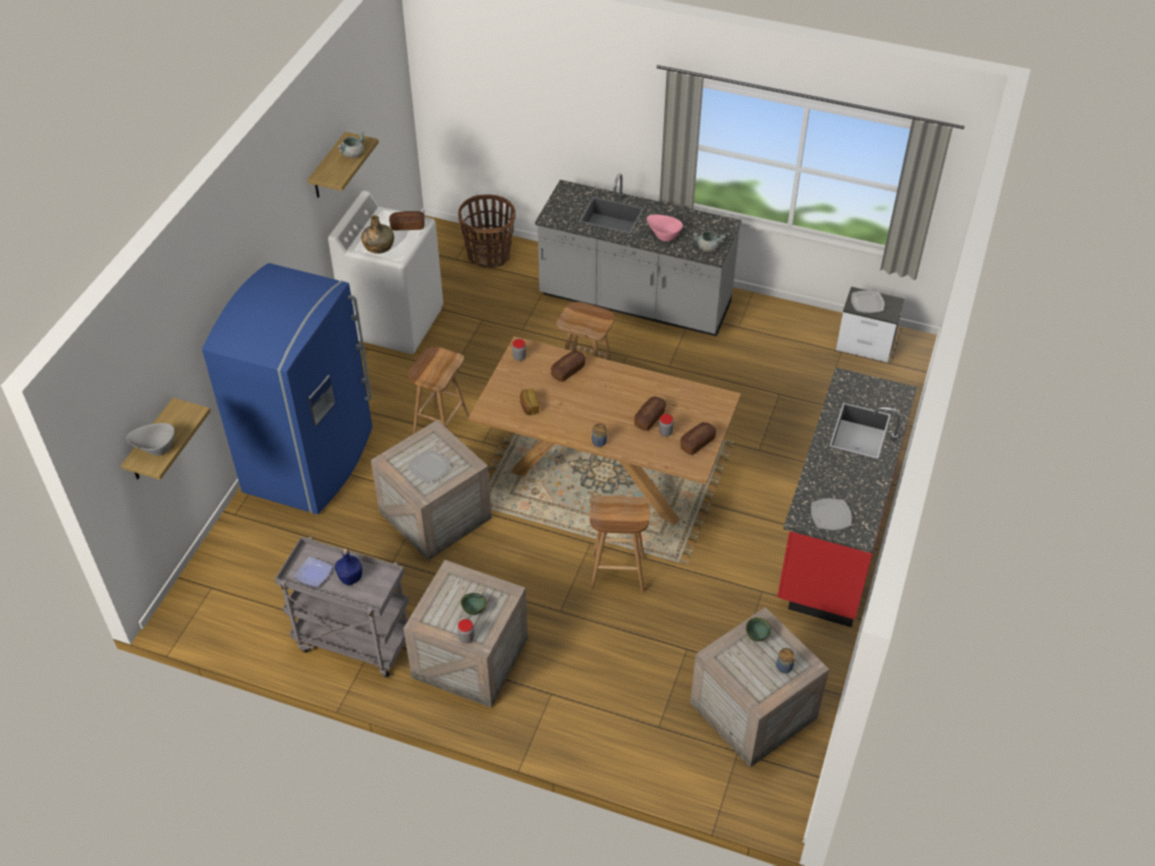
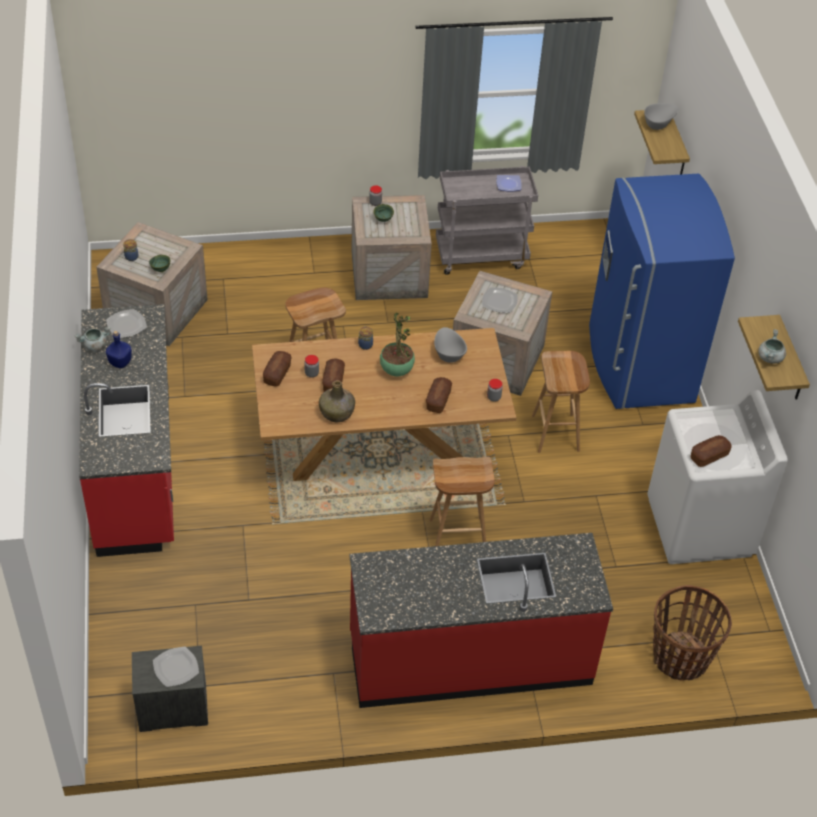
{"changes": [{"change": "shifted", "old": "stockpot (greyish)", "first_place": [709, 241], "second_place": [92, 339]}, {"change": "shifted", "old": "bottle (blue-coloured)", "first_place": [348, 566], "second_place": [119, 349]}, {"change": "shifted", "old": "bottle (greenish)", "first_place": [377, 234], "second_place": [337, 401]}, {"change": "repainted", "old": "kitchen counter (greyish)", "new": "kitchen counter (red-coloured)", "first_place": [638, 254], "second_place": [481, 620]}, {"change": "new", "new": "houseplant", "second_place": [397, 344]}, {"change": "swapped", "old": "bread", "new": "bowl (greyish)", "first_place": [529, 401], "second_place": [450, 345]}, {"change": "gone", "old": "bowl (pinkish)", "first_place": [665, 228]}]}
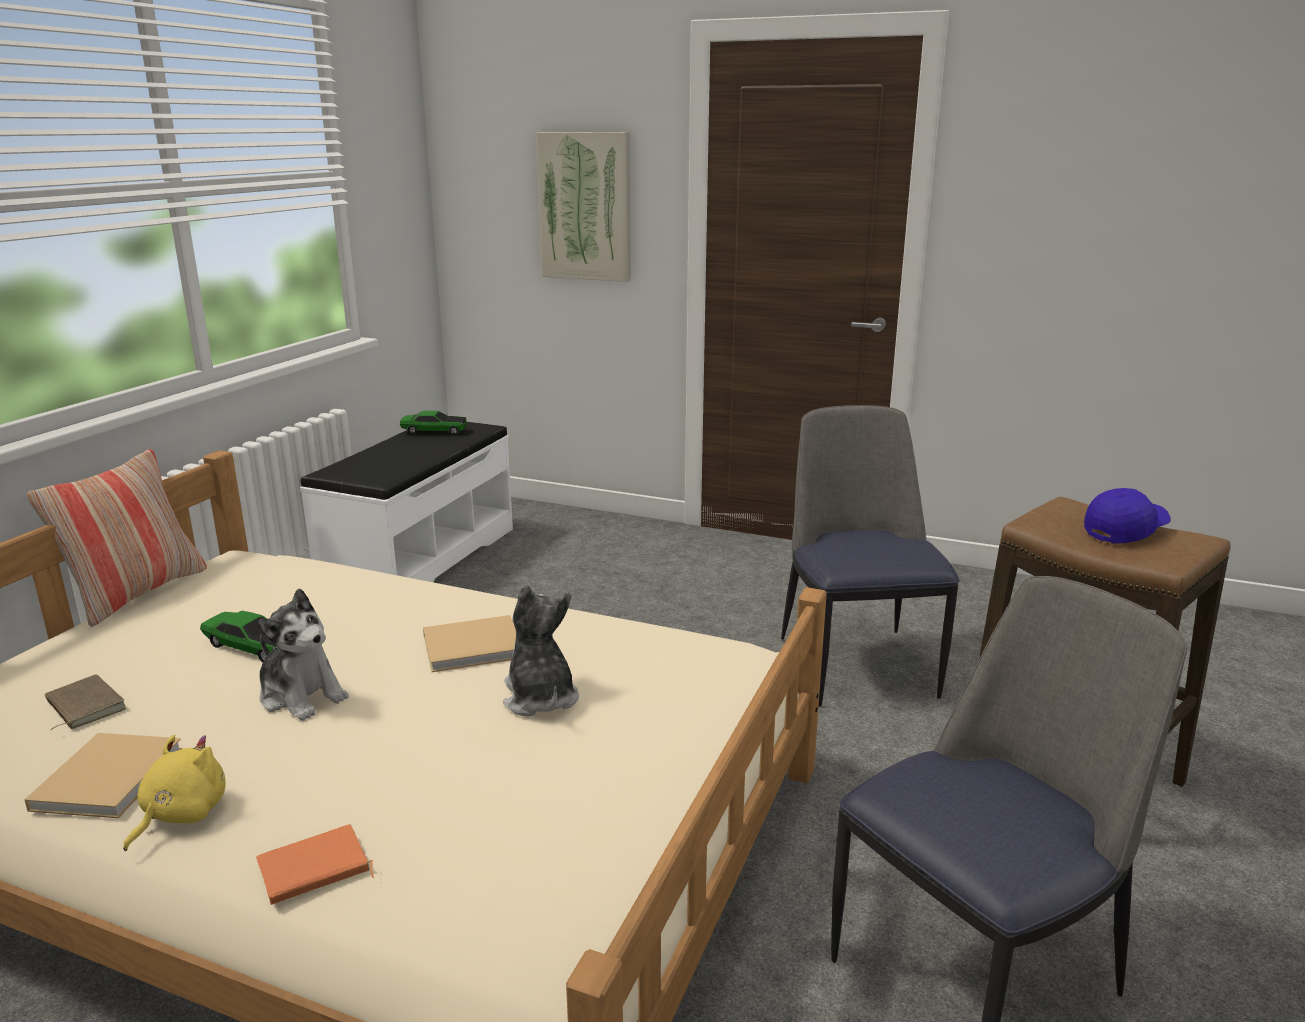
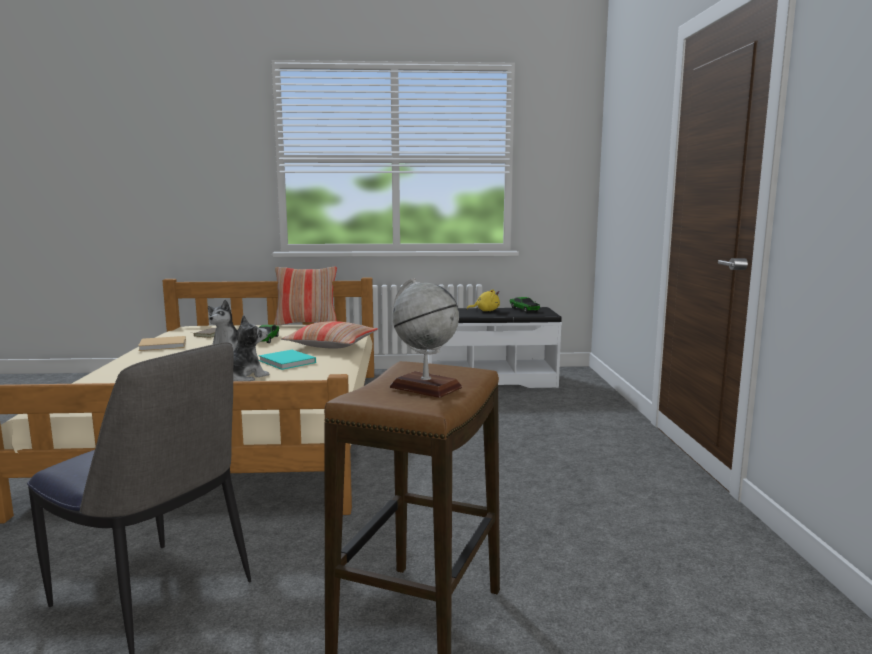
{"changes": [{"change": "repainted", "old": "book (beige-coloured)", "new": "book (turquoise)", "first_place": [469, 643], "second_place": [287, 360]}, {"change": "new", "new": "throw pillow", "second_place": [329, 335]}, {"change": "swapped", "old": "baseball cap (blue-coloured)", "new": "desk globe", "first_place": [1127, 516], "second_place": [426, 338]}, {"change": "shifted", "old": "plush toy (yellow)", "first_place": [174, 793], "second_place": [483, 300]}, {"change": "gone", "old": "book (orange-coloured)", "first_place": [315, 864]}, {"change": "gone", "old": "wall picture", "first_place": [583, 207]}, {"change": "gone", "old": "chair", "first_place": [870, 555]}]}
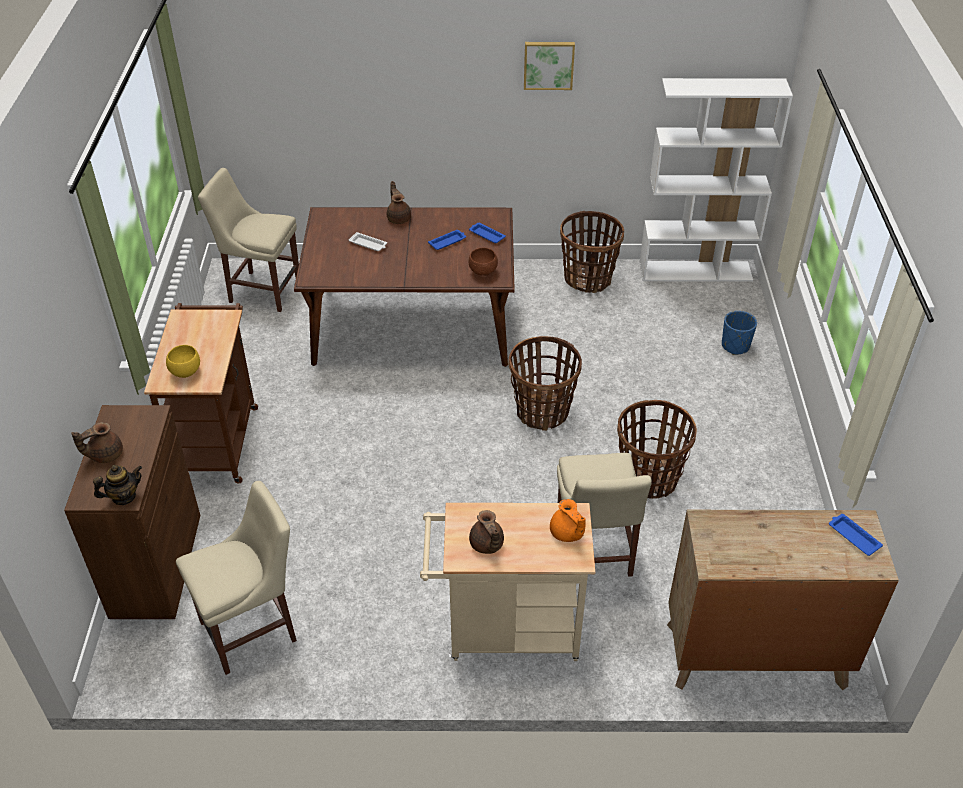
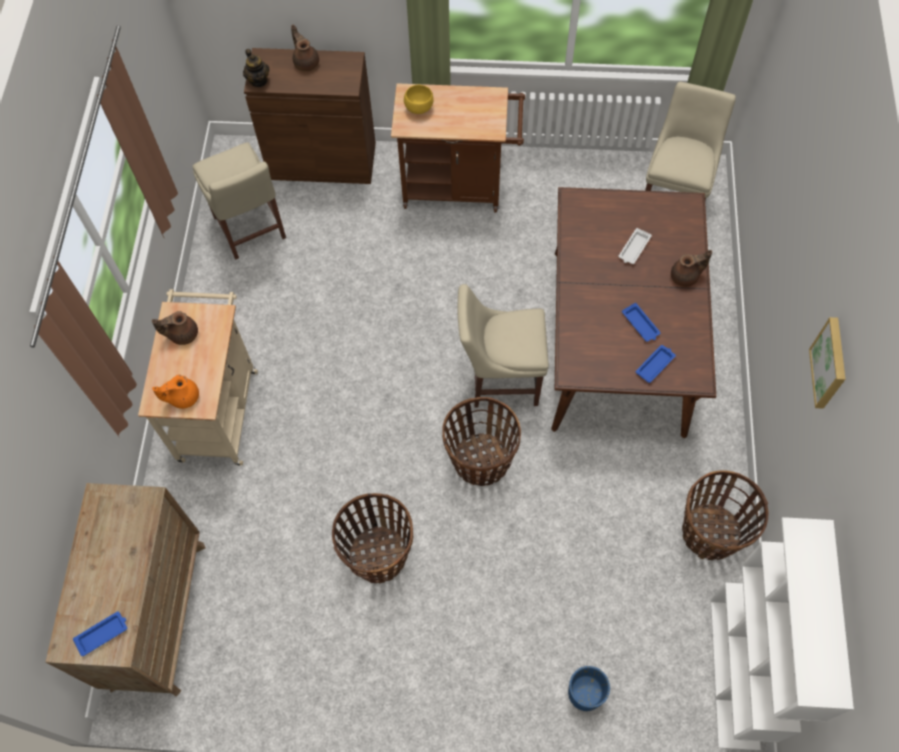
{"changes": [{"change": "shifted", "old": "chair (beige-coloured)", "first_place": [604, 515], "second_place": [503, 346]}, {"change": "gone", "old": "bowl (brown-coloured)", "first_place": [483, 262]}]}
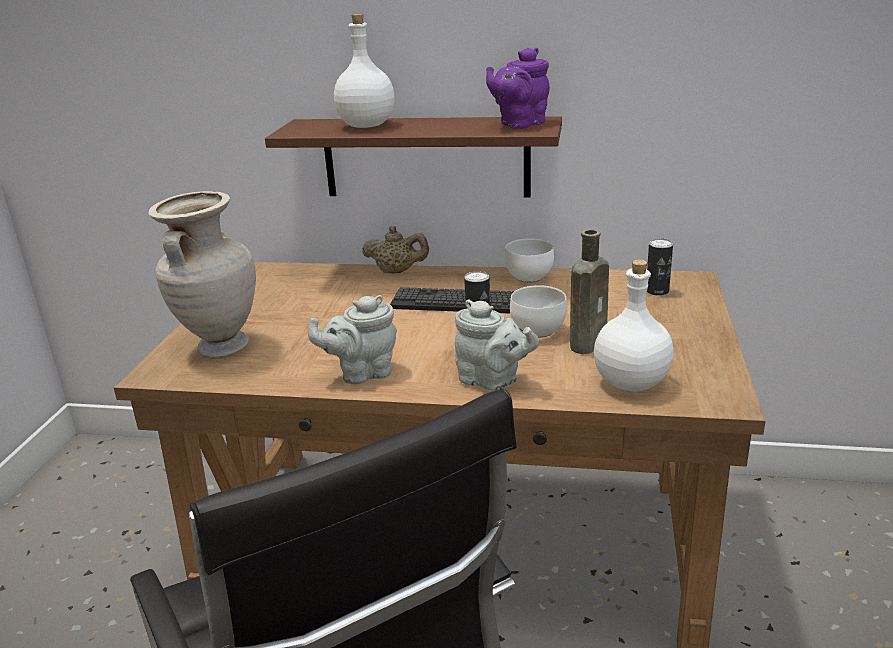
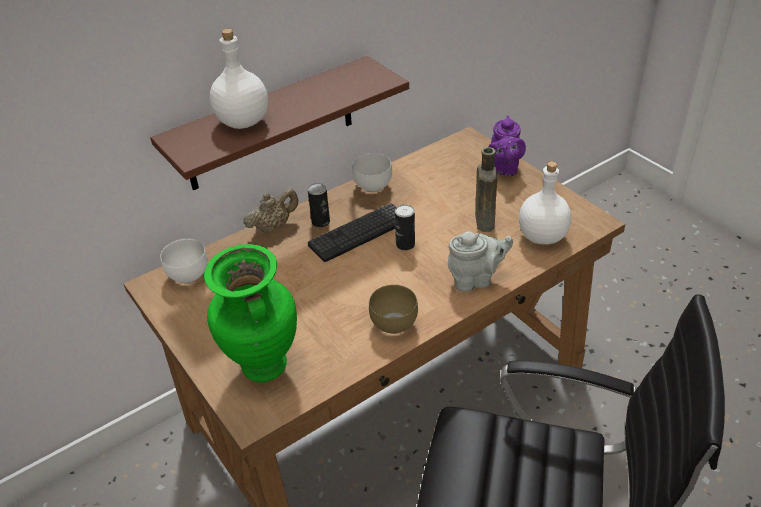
{"changes": [{"change": "shifted", "old": "bowl (white)", "first_place": [538, 311], "second_place": [184, 261]}, {"change": "repainted", "old": "decorative vase (beige-coloured)", "new": "decorative vase (greenish)", "first_place": [202, 275], "second_place": [250, 313]}, {"change": "shifted", "old": "can", "first_place": [660, 267], "second_place": [319, 205]}, {"change": "swapped", "old": "teapot (greyish)", "new": "bowl (brown-coloured)", "first_place": [352, 339], "second_place": [393, 309]}, {"change": "shifted", "old": "teapot (purple-coloured)", "first_place": [518, 88], "second_place": [507, 145]}]}
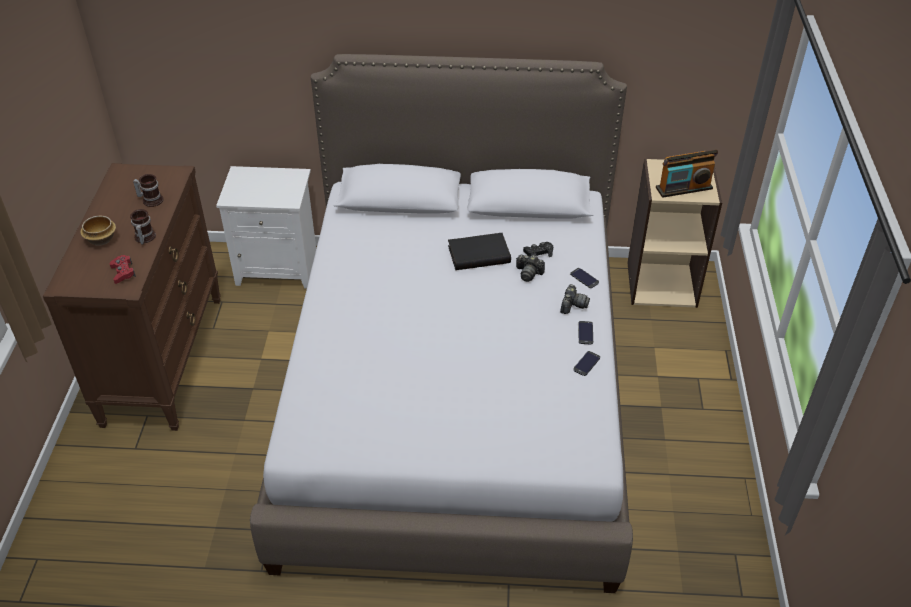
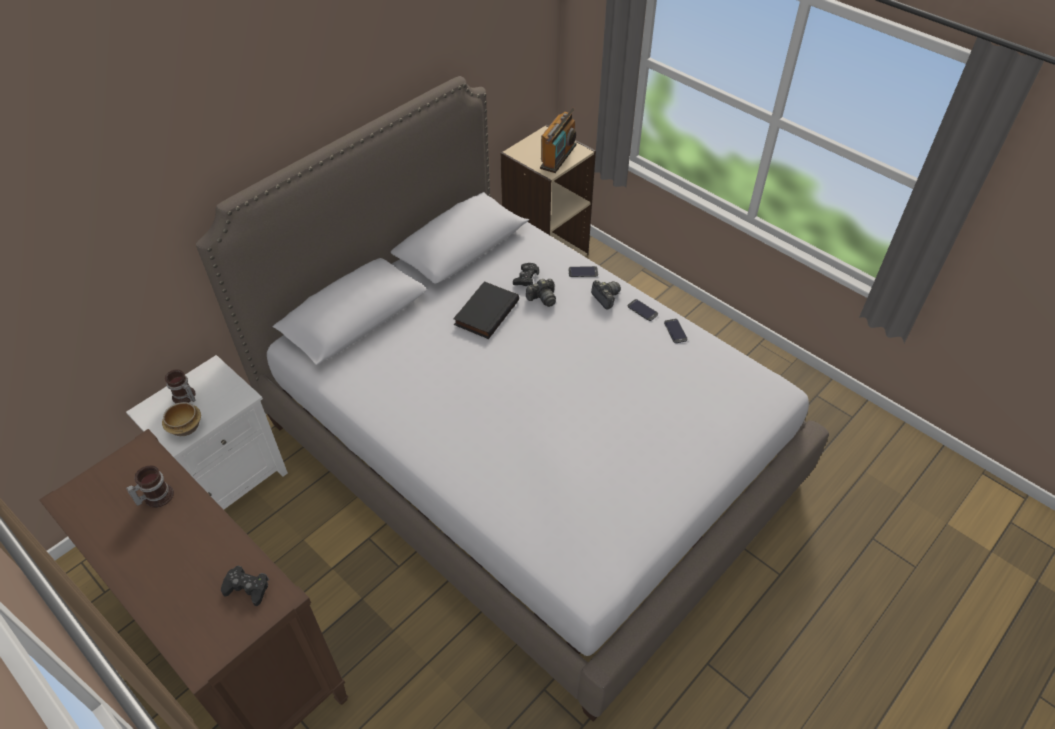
{"changes": [{"change": "shifted", "old": "bowl", "first_place": [98, 231], "second_place": [181, 419]}, {"change": "shifted", "old": "mug", "first_place": [143, 226], "second_place": [180, 386]}, {"change": "repainted", "old": "game controller (red-coloured)", "new": "game controller (black-coloured)", "first_place": [123, 269], "second_place": [245, 586]}]}
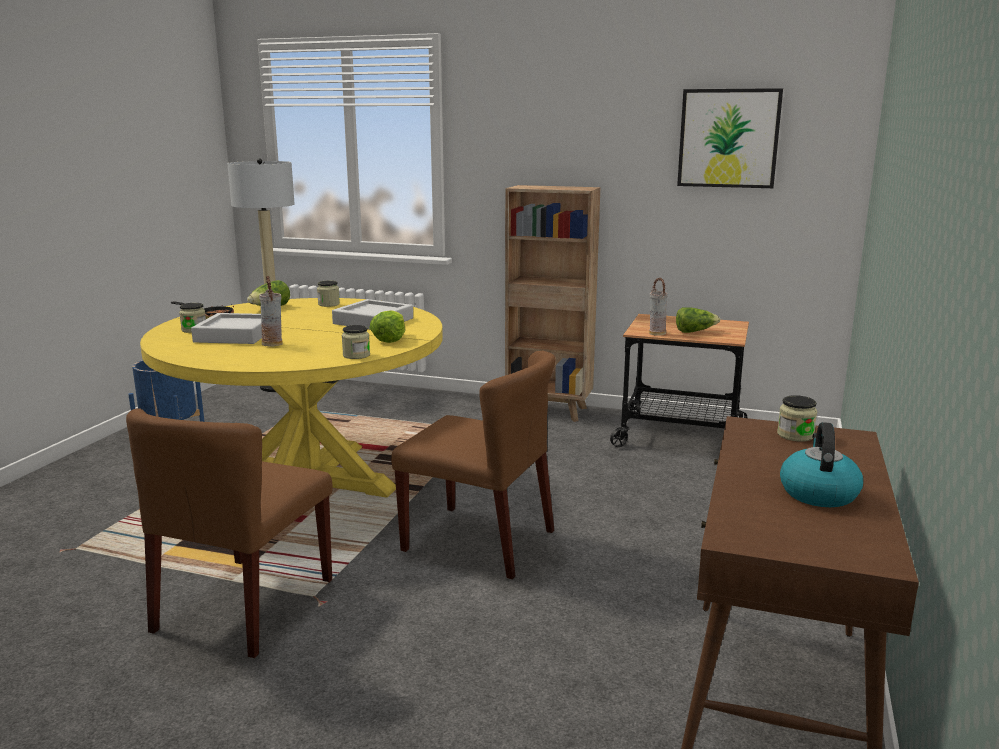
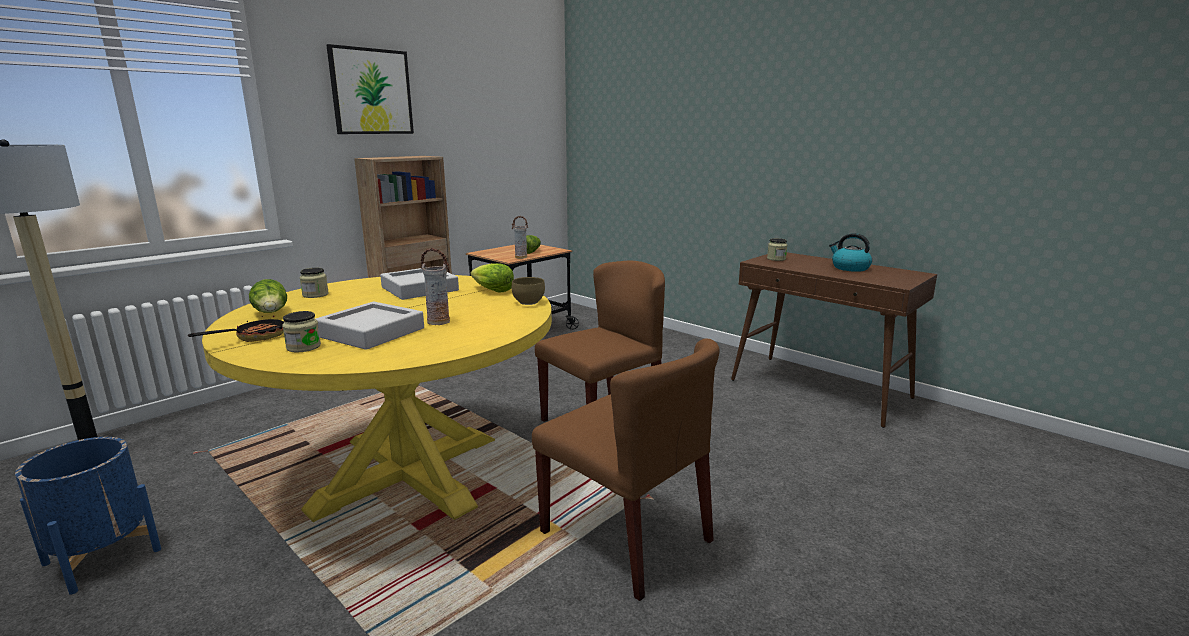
{"changes": [{"change": "shifted", "old": "wall picture", "first_place": [730, 138], "second_place": [370, 89]}, {"change": "swapped", "old": "preserve jar", "new": "bowl (brown-coloured)", "first_place": [356, 342], "second_place": [528, 291]}]}
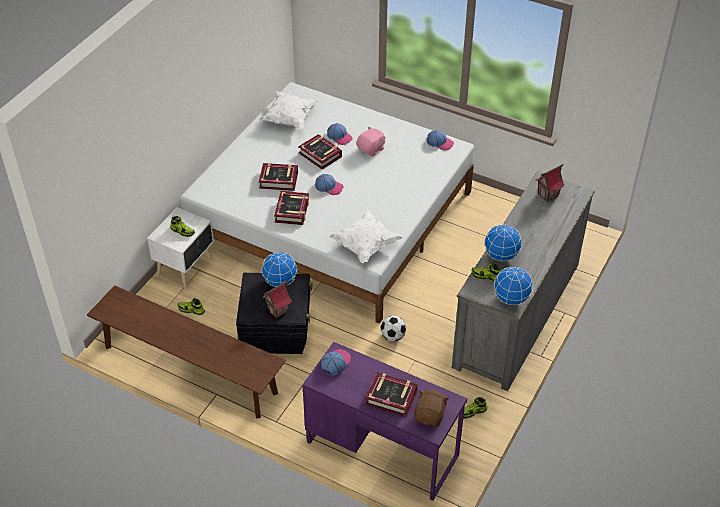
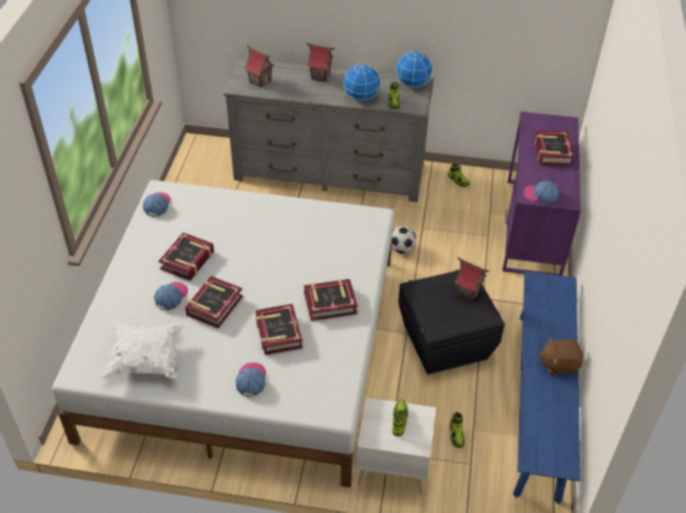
{"changes": [{"change": "swapped", "old": "plush toy (pinkish)", "new": "book", "first_place": [371, 141], "second_place": [186, 257]}, {"change": "shifted", "old": "baseball cap", "first_place": [329, 184], "second_place": [251, 379]}, {"change": "new", "new": "miniature house", "second_place": [320, 62]}, {"change": "repainted", "old": "indoor bench (brown-coloured)", "new": "indoor bench (blue-coloured)", "first_place": [186, 352], "second_place": [546, 388]}, {"change": "shifted", "old": "plush toy (brown-coloured)", "first_place": [432, 408], "second_place": [560, 356]}, {"change": "gone", "old": "desk globe", "first_place": [279, 269]}, {"change": "gone", "old": "throw pillow (white)", "first_place": [366, 236]}]}
